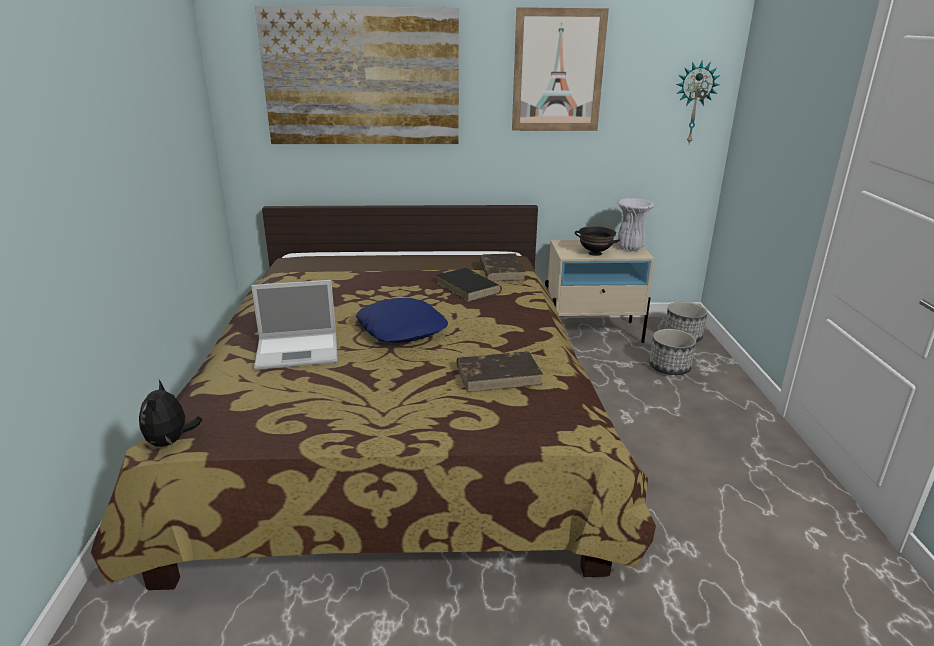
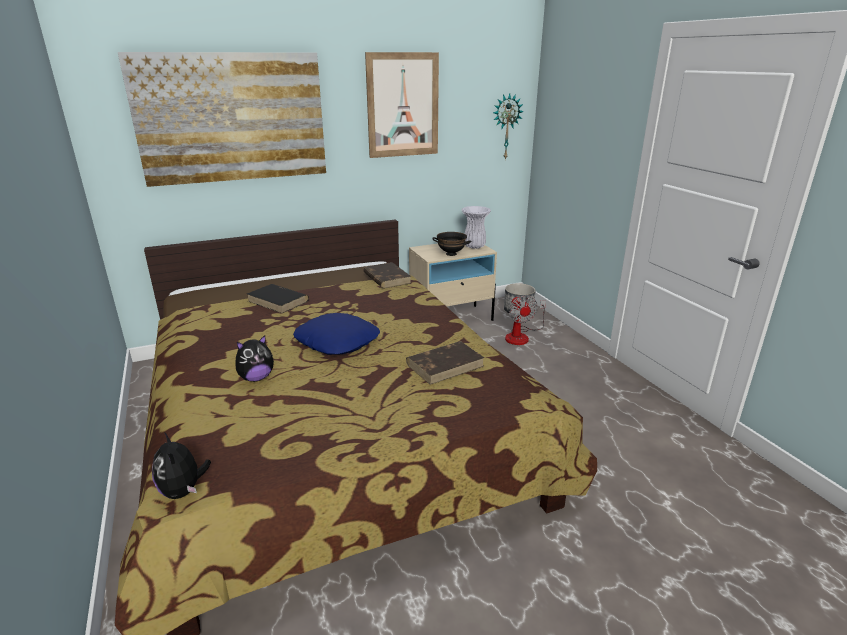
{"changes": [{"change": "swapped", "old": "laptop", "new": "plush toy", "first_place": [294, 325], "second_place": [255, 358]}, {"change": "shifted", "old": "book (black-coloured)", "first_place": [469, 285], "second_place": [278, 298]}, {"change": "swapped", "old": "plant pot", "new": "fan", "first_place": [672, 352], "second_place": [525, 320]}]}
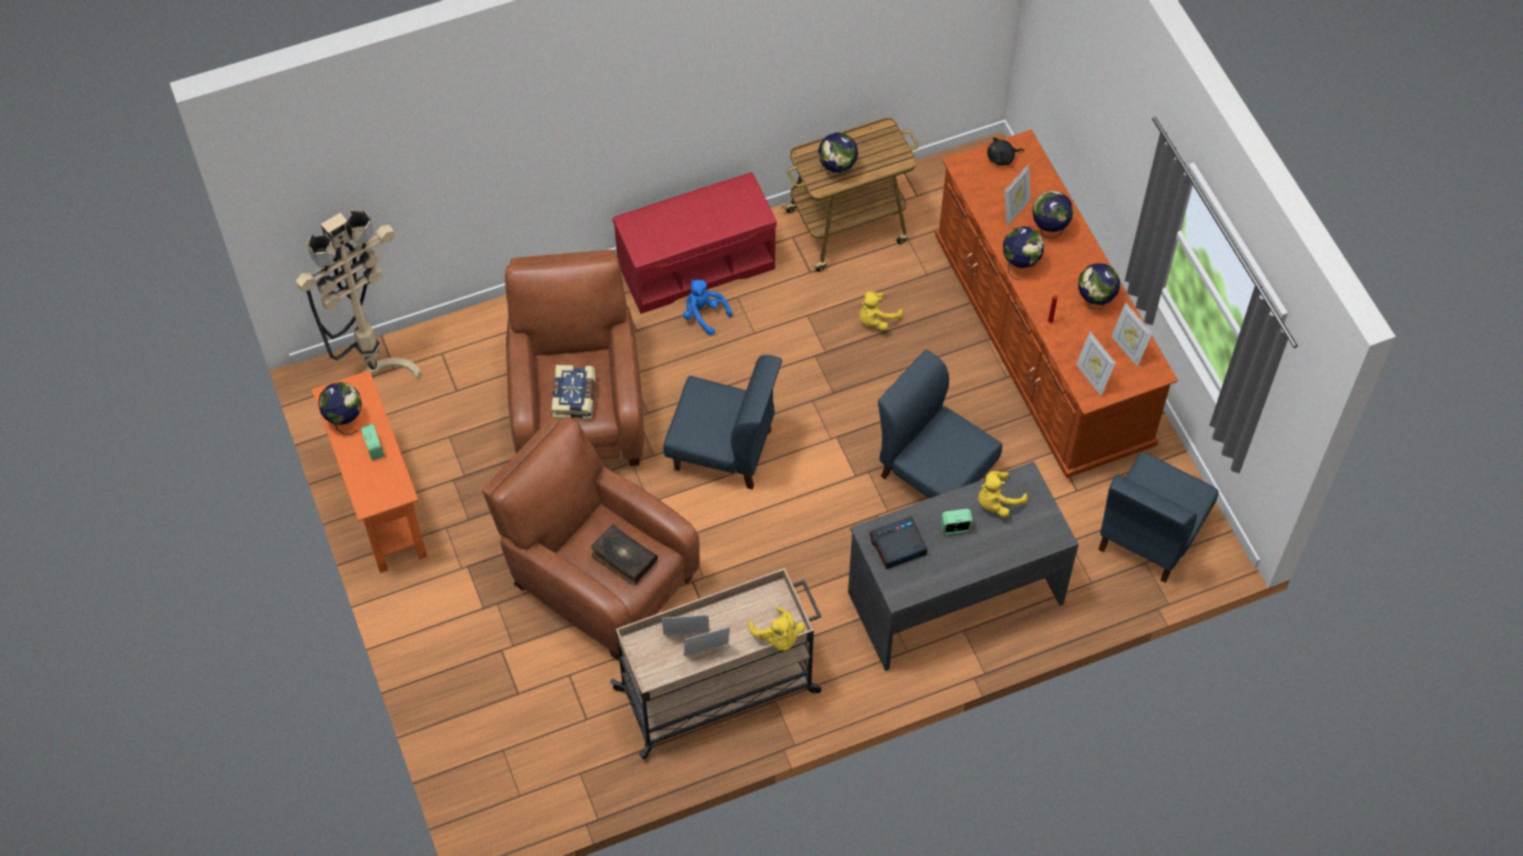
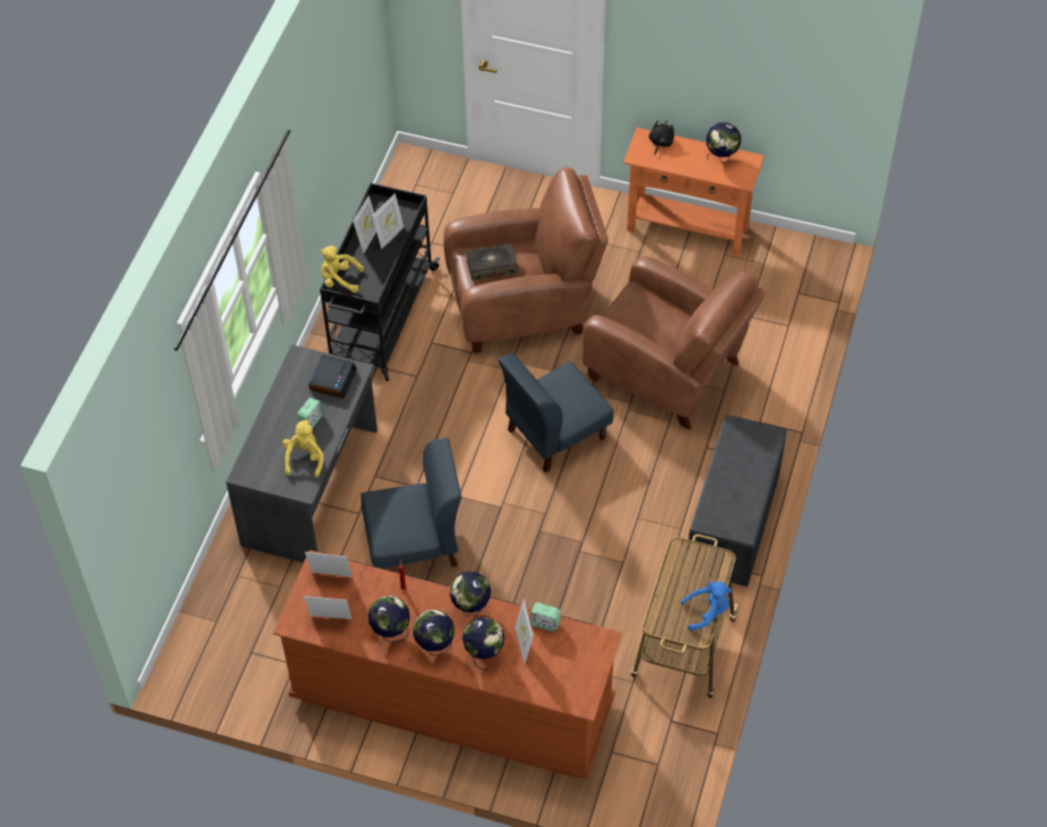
{"changes": [{"change": "repainted", "old": "wheeled cart (beige-coloured)", "new": "wheeled cart (black-coloured)", "first_place": [715, 664], "second_place": [380, 282]}, {"change": "shifted", "old": "desk globe", "first_place": [838, 155], "second_place": [434, 633]}, {"change": "shifted", "old": "alarm clock", "first_place": [373, 442], "second_place": [545, 617]}, {"change": "shifted", "old": "plush toy (black-coloured)", "first_place": [1006, 151], "second_place": [661, 137]}, {"change": "shifted", "old": "plush toy (blue-coloured)", "first_place": [707, 307], "second_place": [706, 606]}, {"change": "repainted", "old": "indoor bench (red-coloured)", "new": "indoor bench (greyish)", "first_place": [695, 243], "second_place": [737, 501]}, {"change": "gone", "old": "standing lamp (beige-coloured)", "first_place": [358, 294]}, {"change": "gone", "old": "book", "first_place": [574, 392]}, {"change": "gone", "old": "plush toy (yellow)", "first_place": [881, 311]}, {"change": "gone", "old": "chair (blue-coloured)", "first_place": [1158, 517]}]}
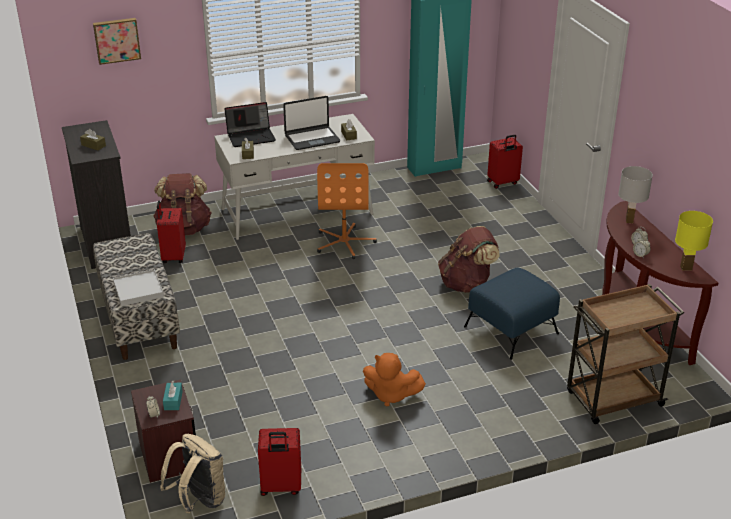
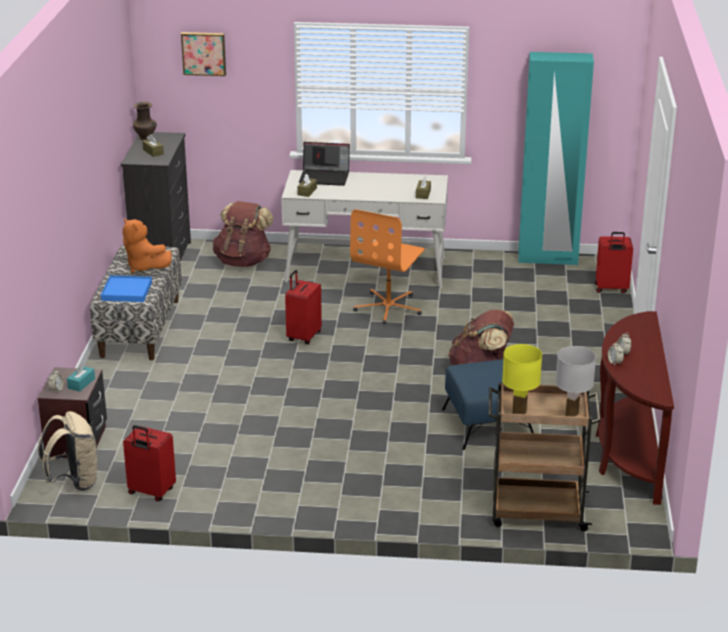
{"changes": [{"change": "repainted", "old": "tray (white)", "new": "tray (blue-coloured)", "first_place": [138, 287], "second_place": [126, 288]}, {"change": "shifted", "old": "plush toy (orange-coloured)", "first_place": [394, 380], "second_place": [147, 245]}, {"change": "new", "new": "decorative vase (brown-coloured)", "second_place": [145, 121]}, {"change": "shifted", "old": "piece of luggage (red-coloured)", "first_place": [171, 231], "second_place": [303, 307]}, {"change": "shifted", "old": "tabletop lamp (yellow)", "first_place": [694, 240], "second_place": [522, 379]}, {"change": "shifted", "old": "tabletop lamp (white)", "first_place": [635, 194], "second_place": [575, 381]}, {"change": "gone", "old": "laptop", "first_place": [311, 123]}]}
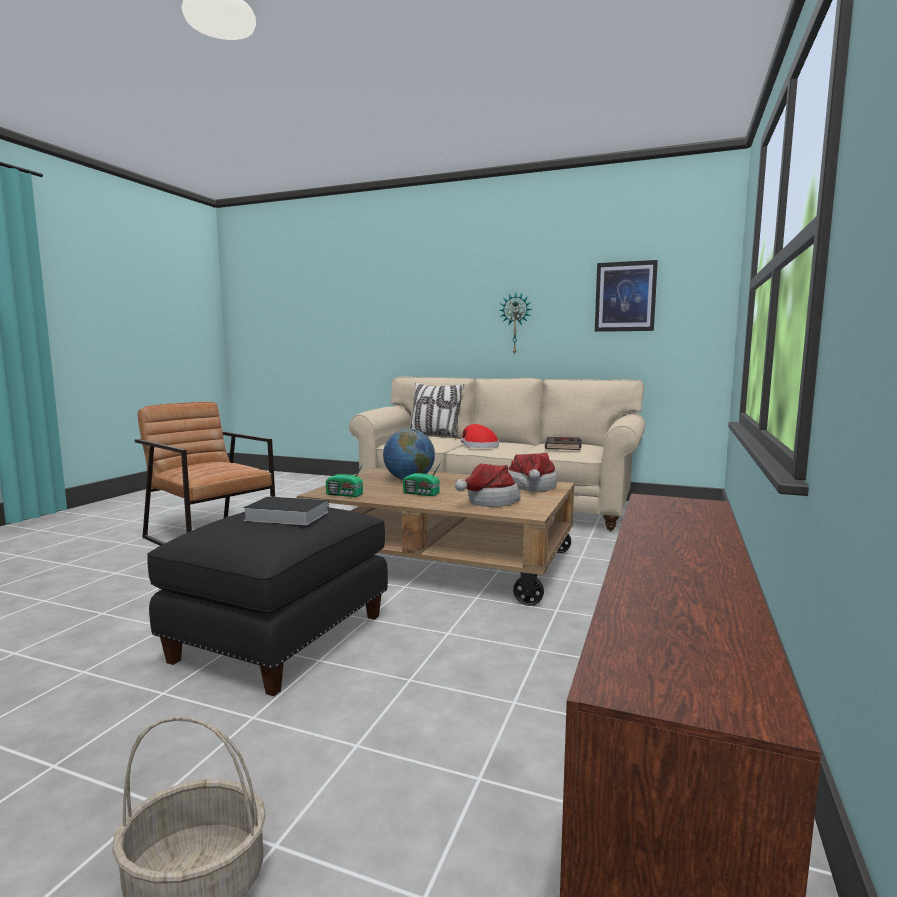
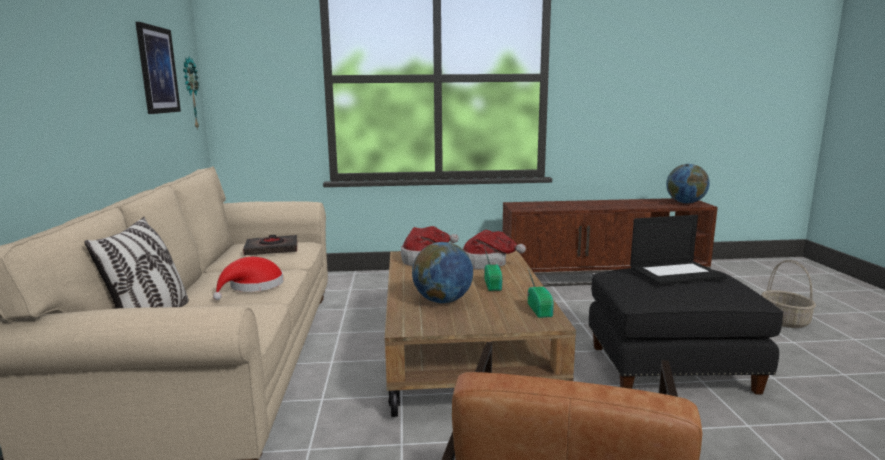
{"changes": [{"change": "shifted", "old": "hanging clock", "first_place": [516, 323], "second_place": [191, 93]}, {"change": "swapped", "old": "book", "new": "laptop", "first_place": [286, 510], "second_place": [678, 250]}, {"change": "new", "new": "desk globe", "second_place": [688, 184]}]}
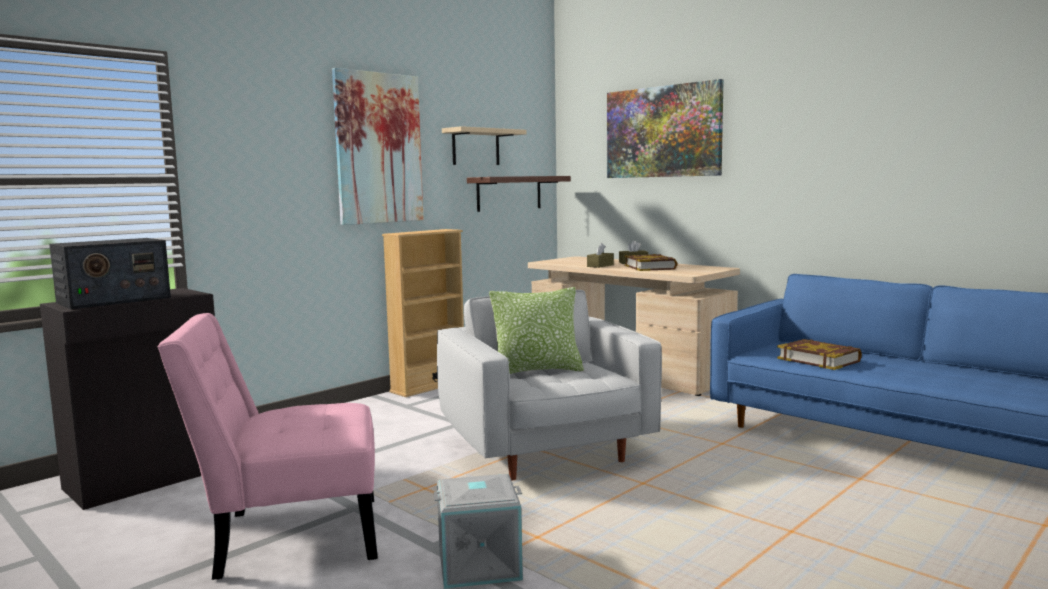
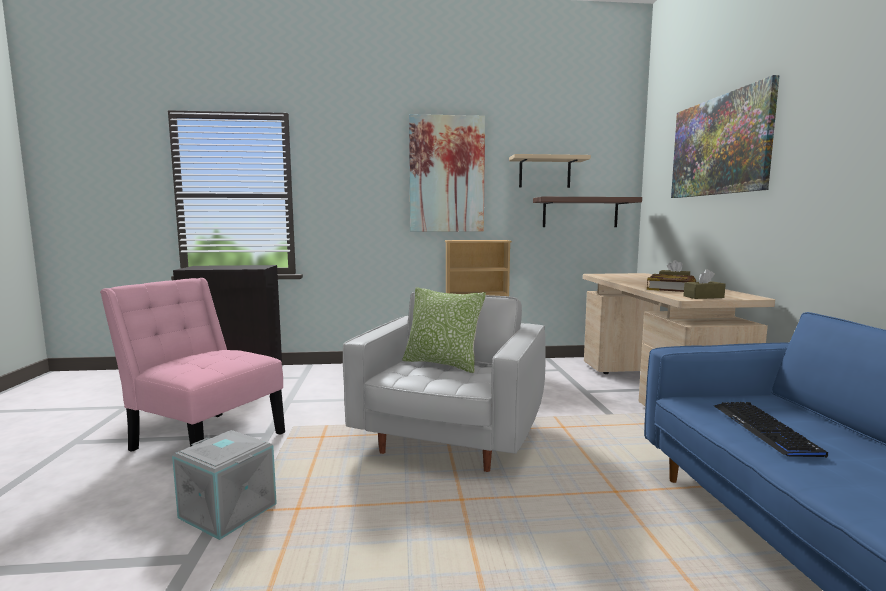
{"changes": [{"change": "shifted", "old": "tissue holder (brown-coloured)", "first_place": [600, 255], "second_place": [704, 284]}, {"change": "swapped", "old": "book", "new": "keyboard", "first_place": [819, 354], "second_place": [771, 430]}, {"change": "gone", "old": "radio", "first_place": [110, 273]}]}
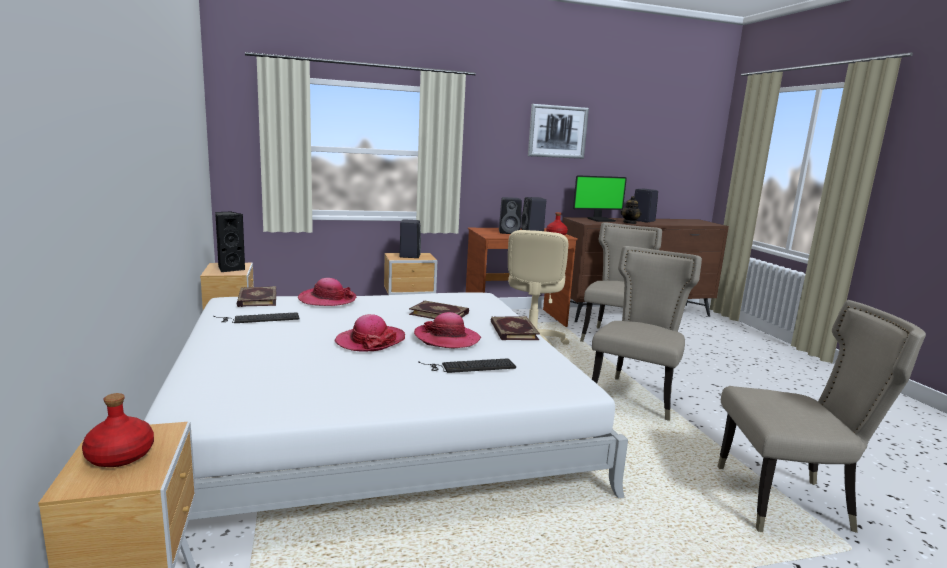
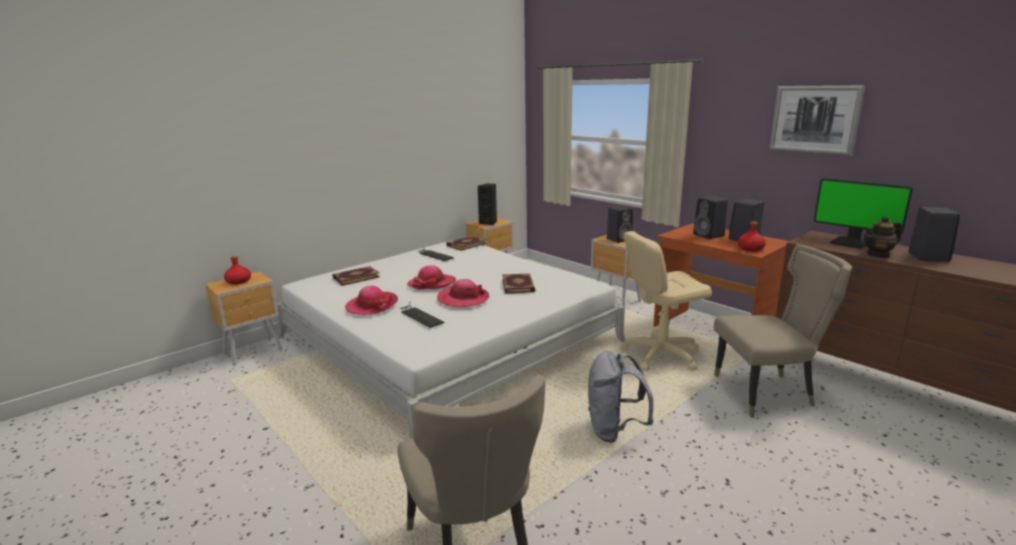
{"changes": [{"change": "shifted", "old": "book", "first_place": [515, 328], "second_place": [356, 276]}, {"change": "shifted", "old": "hat", "first_place": [327, 292], "second_place": [371, 300]}, {"change": "swapped", "old": "chair (beige-coloured)", "new": "rucksack (greyish)", "first_place": [647, 333], "second_place": [620, 397]}]}
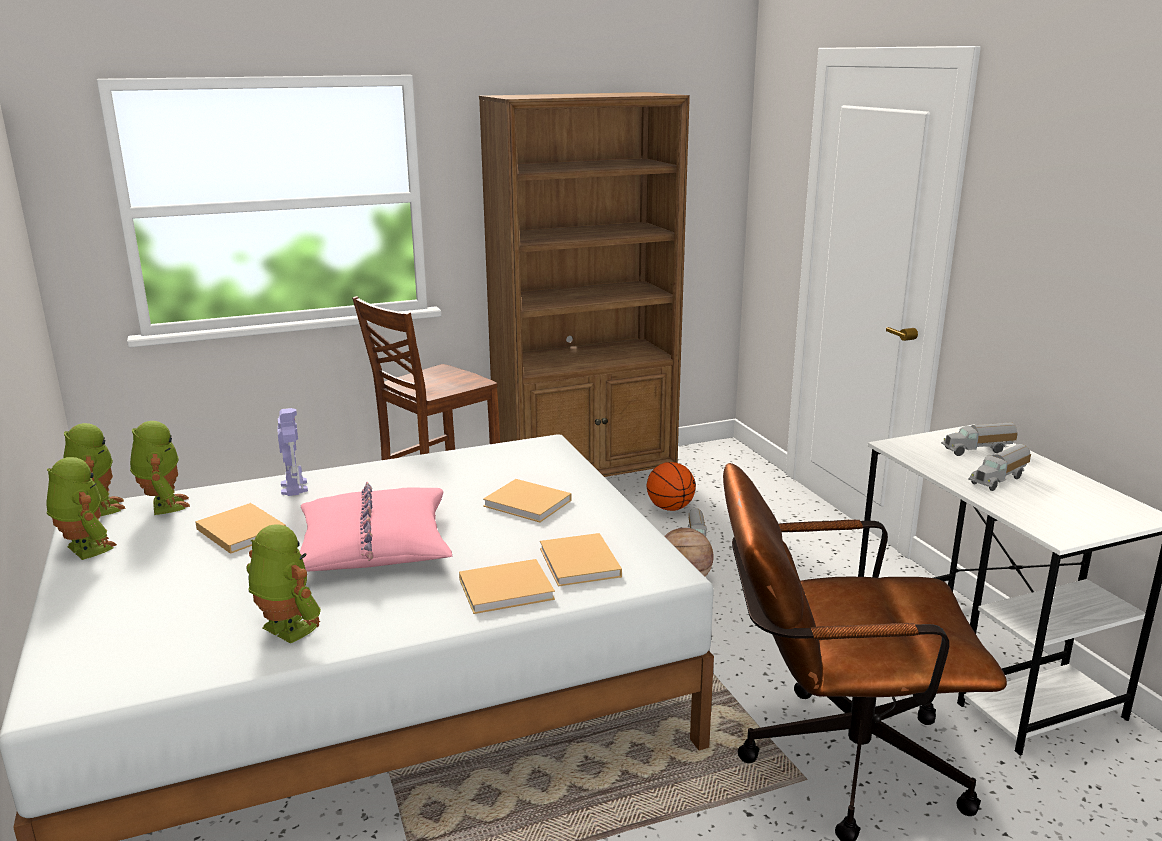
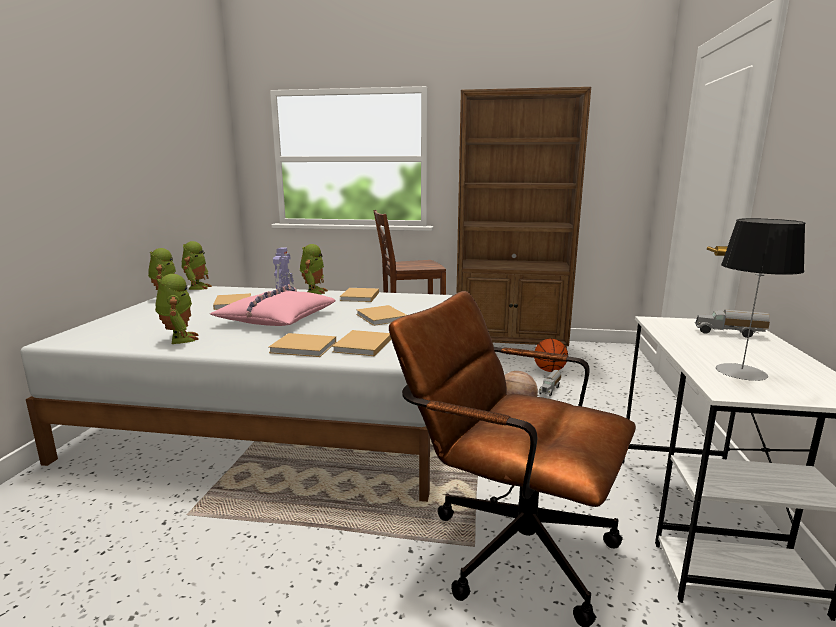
{"changes": [{"change": "shifted", "old": "model robot", "first_place": [160, 468], "second_place": [314, 269]}, {"change": "new", "new": "book (beige-coloured)", "second_place": [359, 295]}, {"change": "new", "new": "tabletop lamp", "second_place": [761, 299]}, {"change": "gone", "old": "toy truck", "first_place": [999, 467]}]}
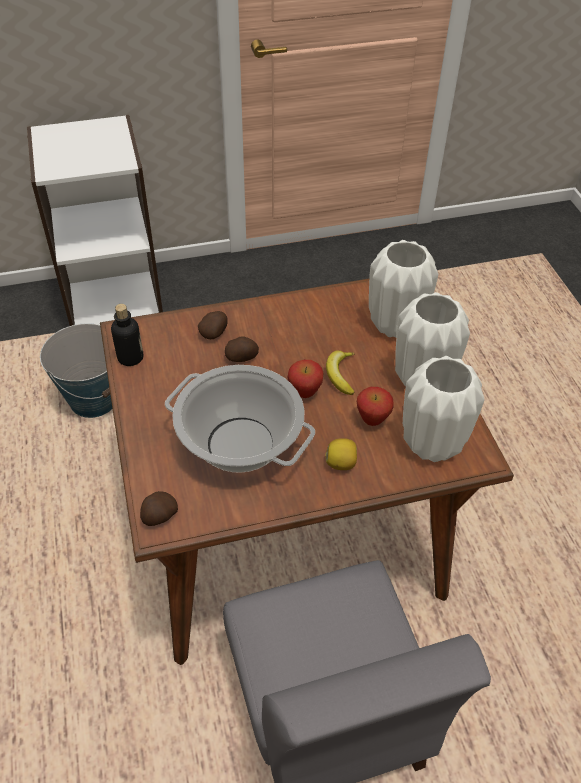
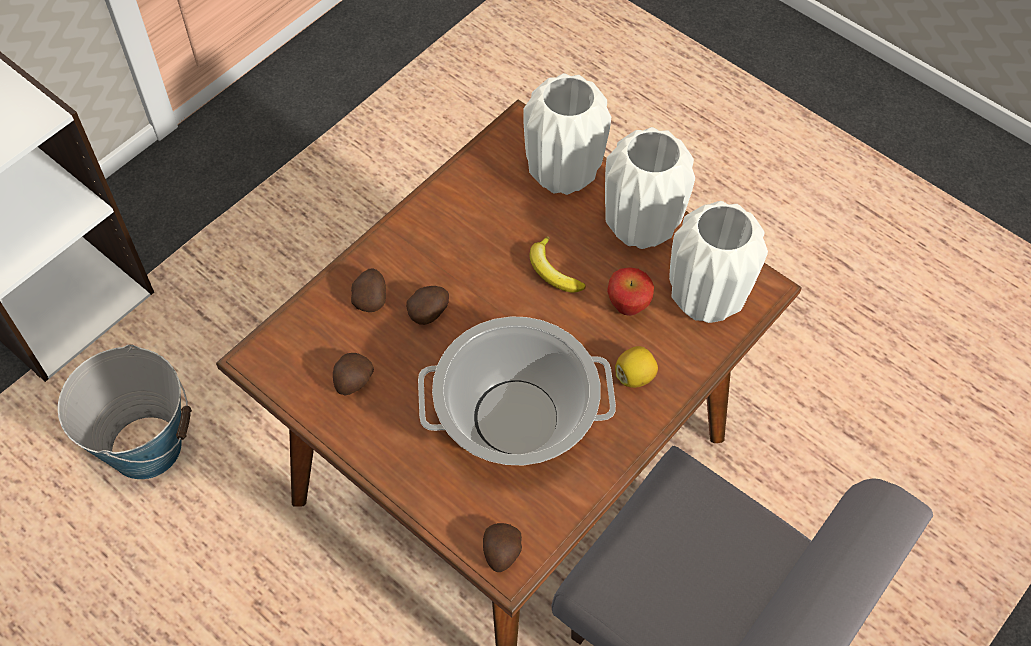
{"changes": [{"change": "new", "new": "whole potato", "second_place": [353, 374]}, {"change": "gone", "old": "bottle", "first_place": [127, 335]}, {"change": "gone", "old": "whole apple", "first_place": [305, 379]}]}
